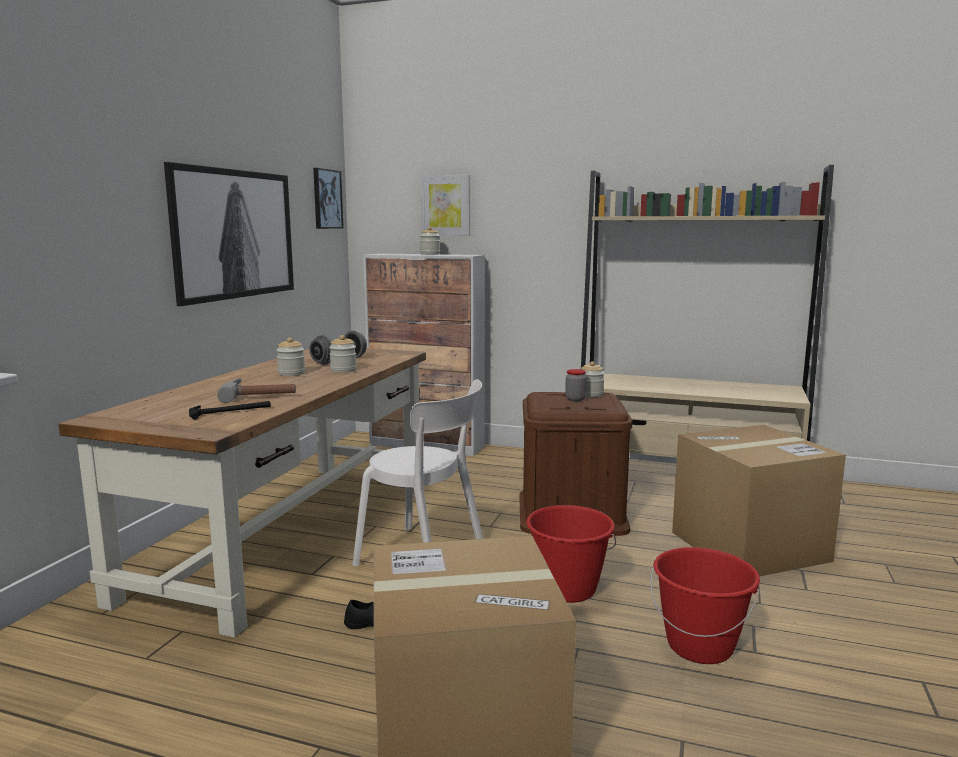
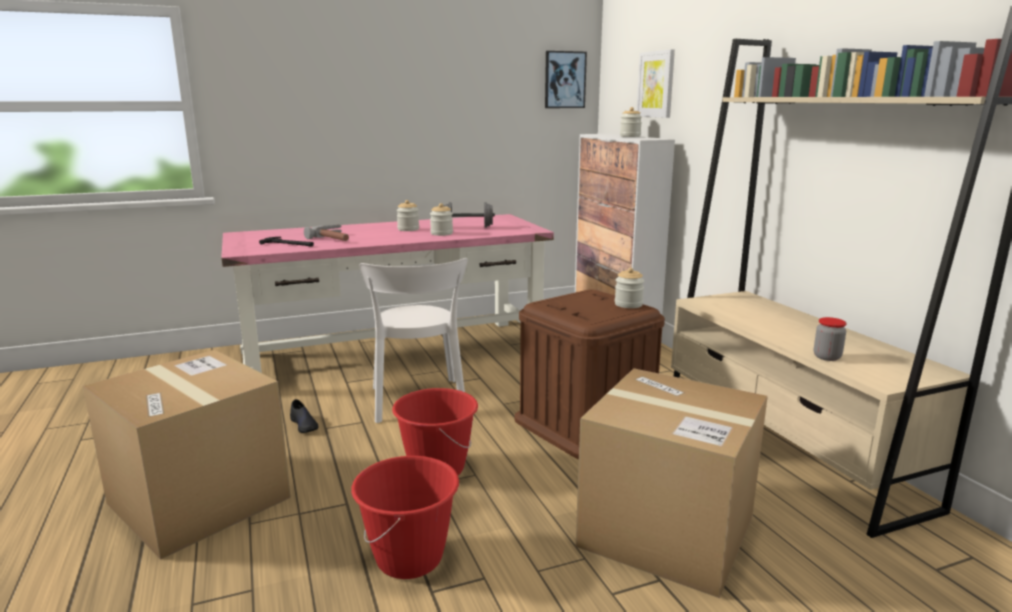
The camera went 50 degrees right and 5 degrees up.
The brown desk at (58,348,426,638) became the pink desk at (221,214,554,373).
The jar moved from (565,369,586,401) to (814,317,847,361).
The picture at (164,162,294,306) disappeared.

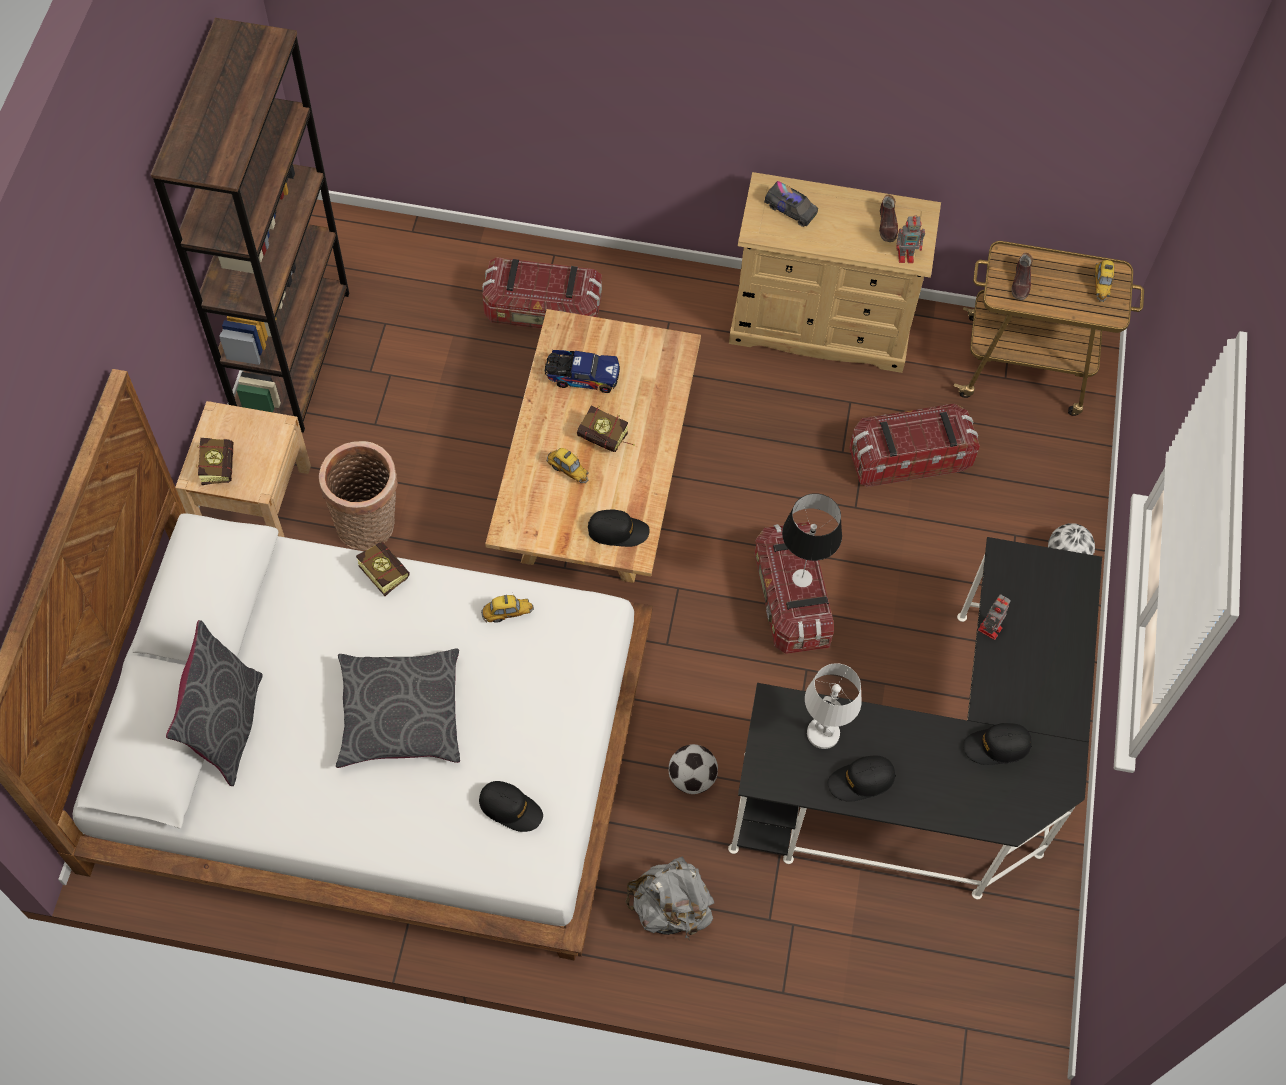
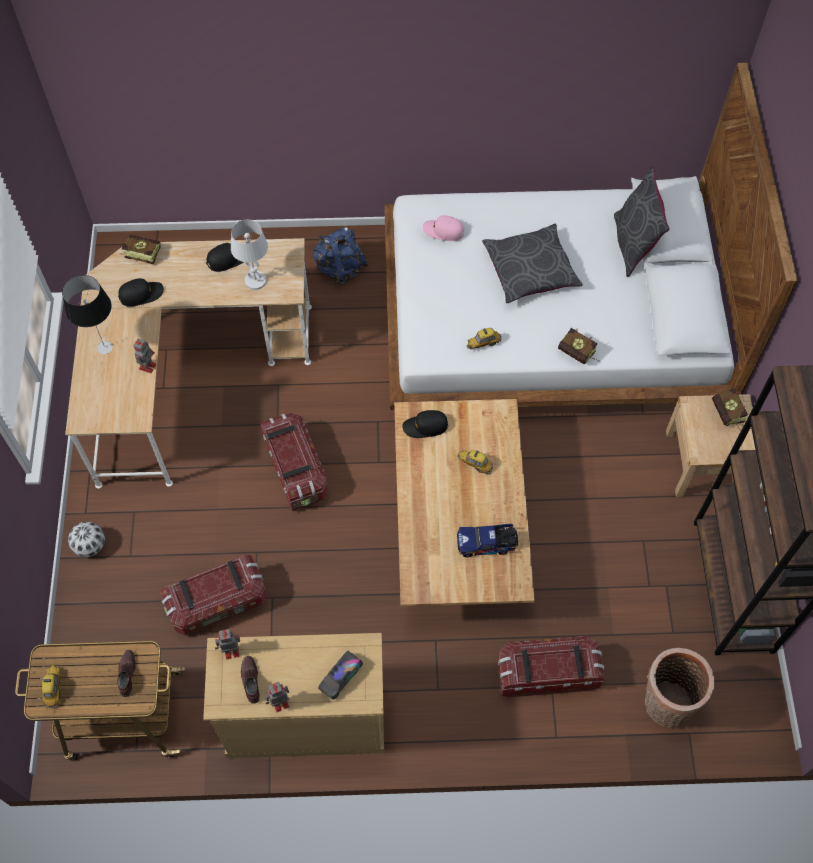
The camera went 170 degrees right and 0 degrees up.
The table lamp moved from (782,493,842,587) to (62,275,113,354).
The black desk at (728,537,1102,899) became the beige desk at (65,238,312,489).
The book moved from (577,406,635,452) to (120,235,160,264).
The toy robot at (265,682,289,712) appeared.
The grey backpack at (626,857,714,939) became the blue backpack at (313,226,368,285).
The toy truck at (764,181,818,227) turned 75 degrees counterclockwise.
The black cap at (479,781,543,832) became the pink cap at (423,215,464,241).
The basket moved from (319,441,398,550) to (645,648,714,728).
The football at (669,744,718,794) disappeared.

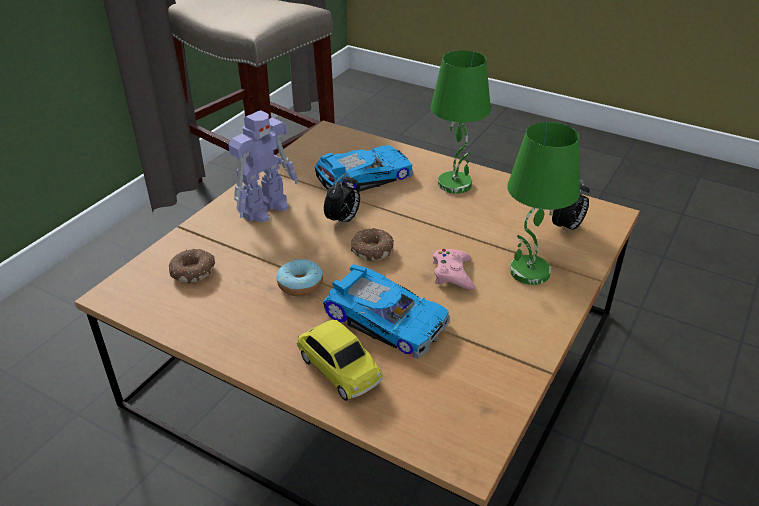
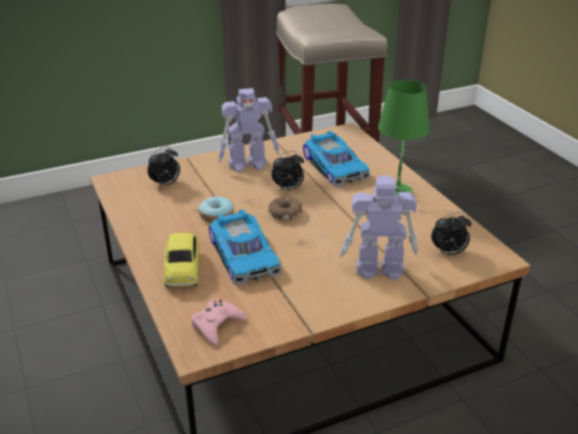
The camera went 35 degrees right and 5 degrees down.
The donut at (169,249,215,283) was replaced by the alarm clock at (147,146,180,188).
The pink game controller moved from (433,249,476,290) to (191,299,246,345).
The toy car at (315,145,413,192) turned 60 degrees clockwise.
The green table lamp at (507,122,580,285) was replaced by the toy robot at (340,175,418,279).

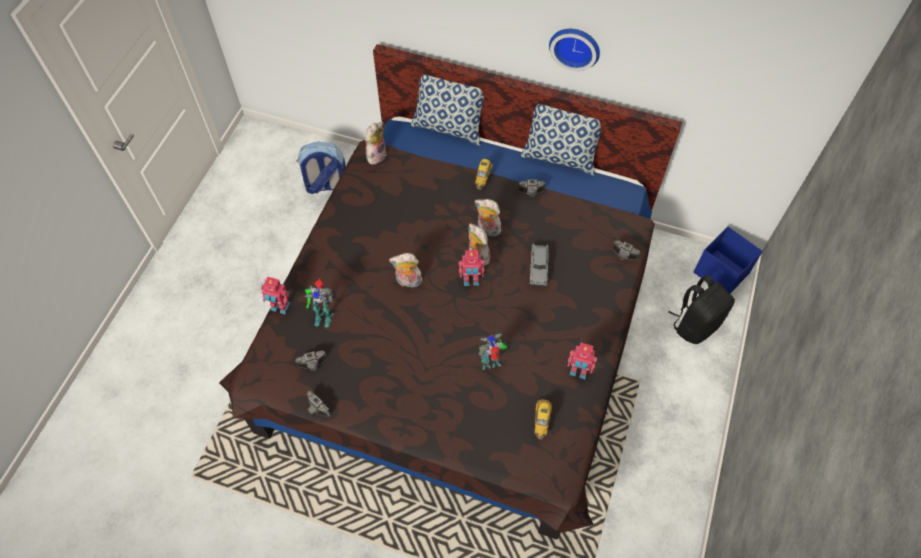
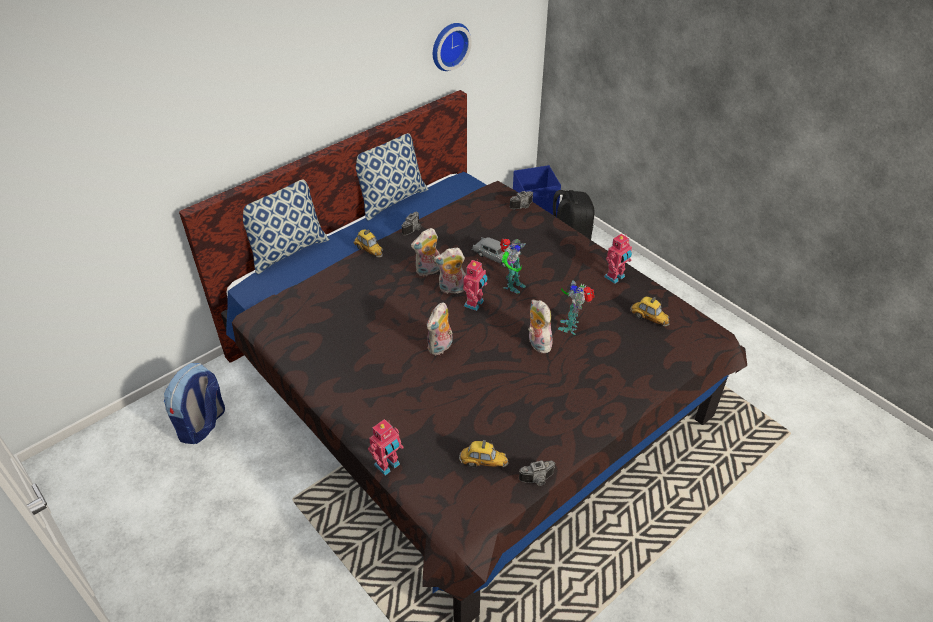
The camera went 60 degrees left and 15 degrees down.
The wall clock moved from (549,29,600,71) to (433,23,472,71).
The photo camera at (295,351,327,371) was replaced by the toy car at (459,440,509,467).
The toy robot moved from (304,279,334,328) to (500,239,526,294).
The plush toy moved from (365,122,387,165) to (528,300,553,353).

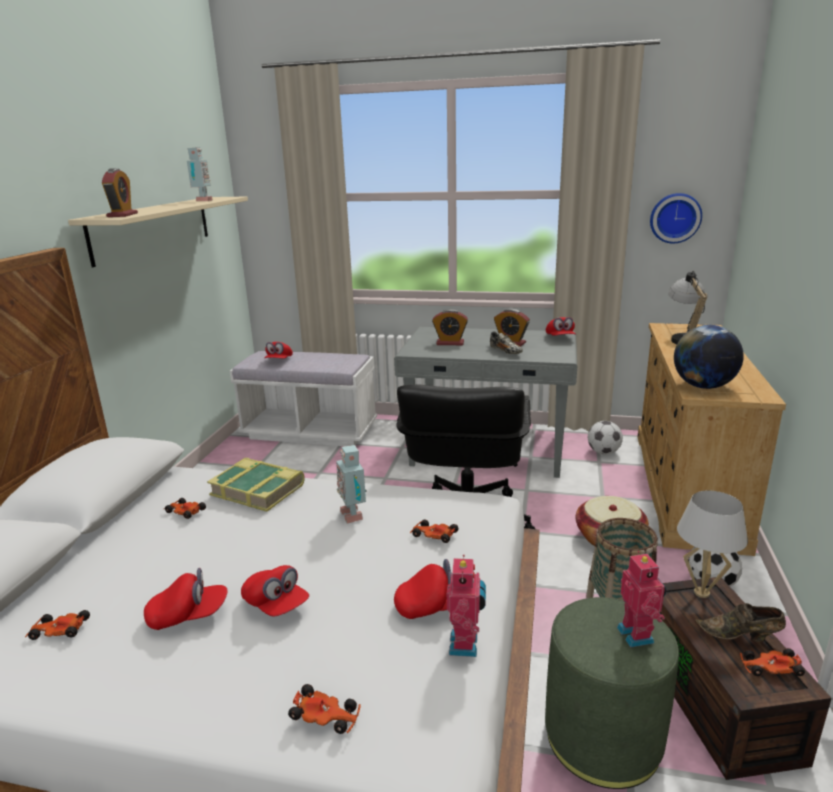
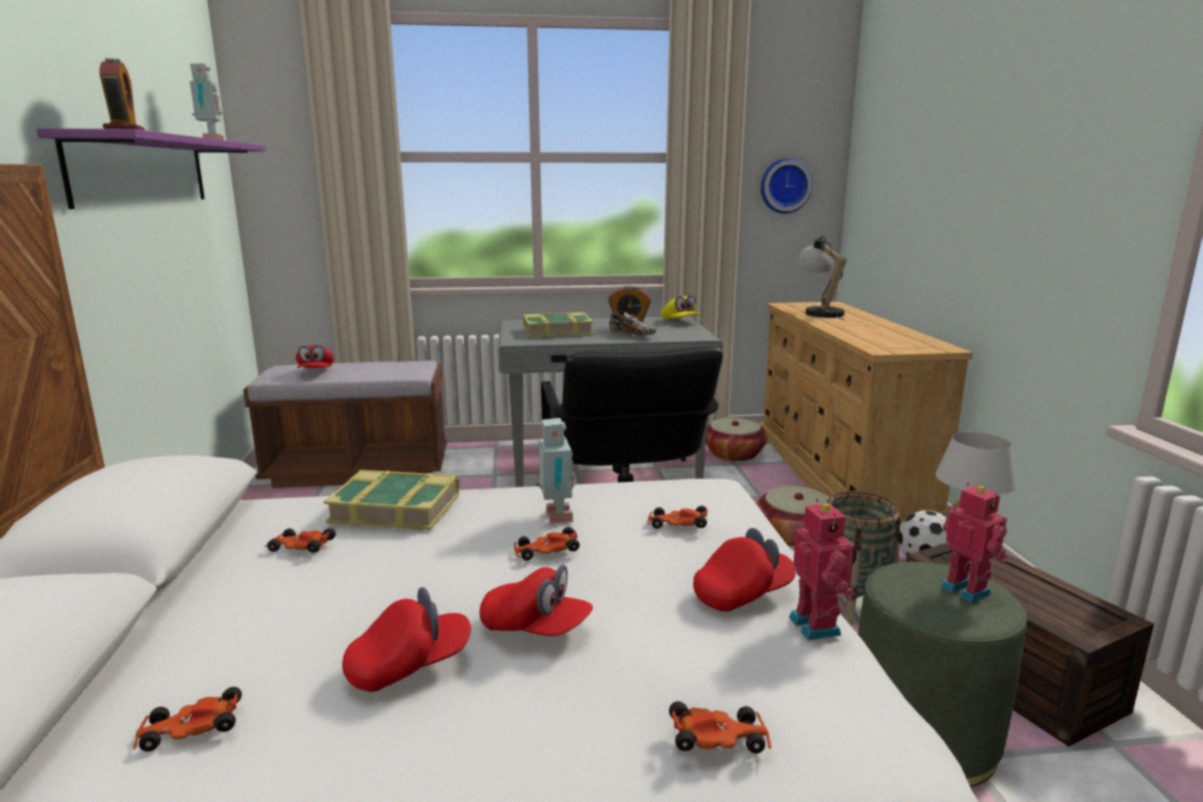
The camera went 20 degrees left and 5 degrees down.
The beige shelf at (68,197,248,267) became the purple shelf at (36,128,266,209).
The white bench at (230,351,377,446) became the brown bench at (243,361,447,488).
The toy car moved from (740,648,805,676) to (514,527,580,560).
The alarm clock at (432,309,468,345) was replaced by the book at (523,312,594,337).
The toy robot at (336,445,367,523) turned 150 degrees counterclockwise.
The red cap at (546,317,576,336) became the yellow cap at (661,295,701,319).
The football at (588,421,623,454) was replaced by the basket at (706,418,768,462).
The globe at (674,325,744,389) disappeared.
The brown shoe at (695,603,786,642) disappeared.

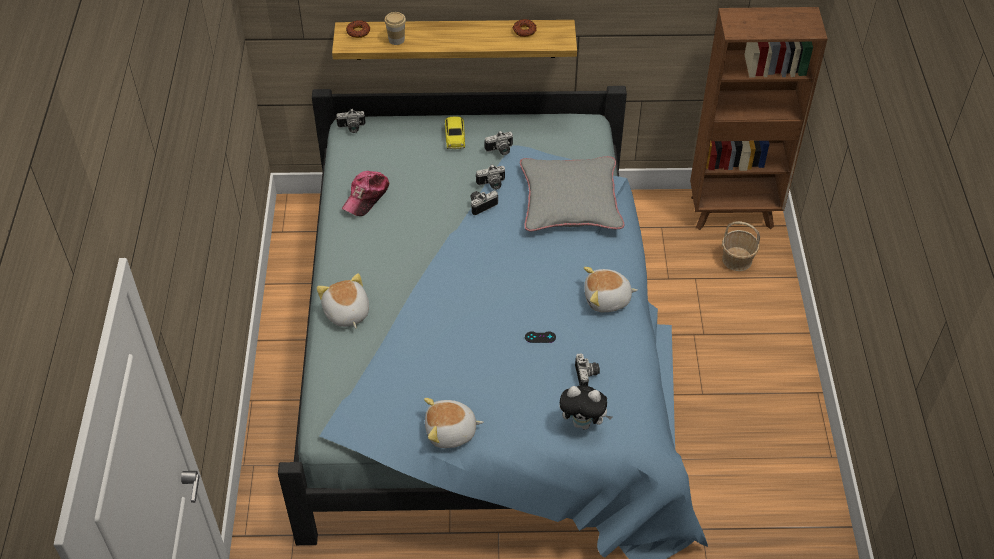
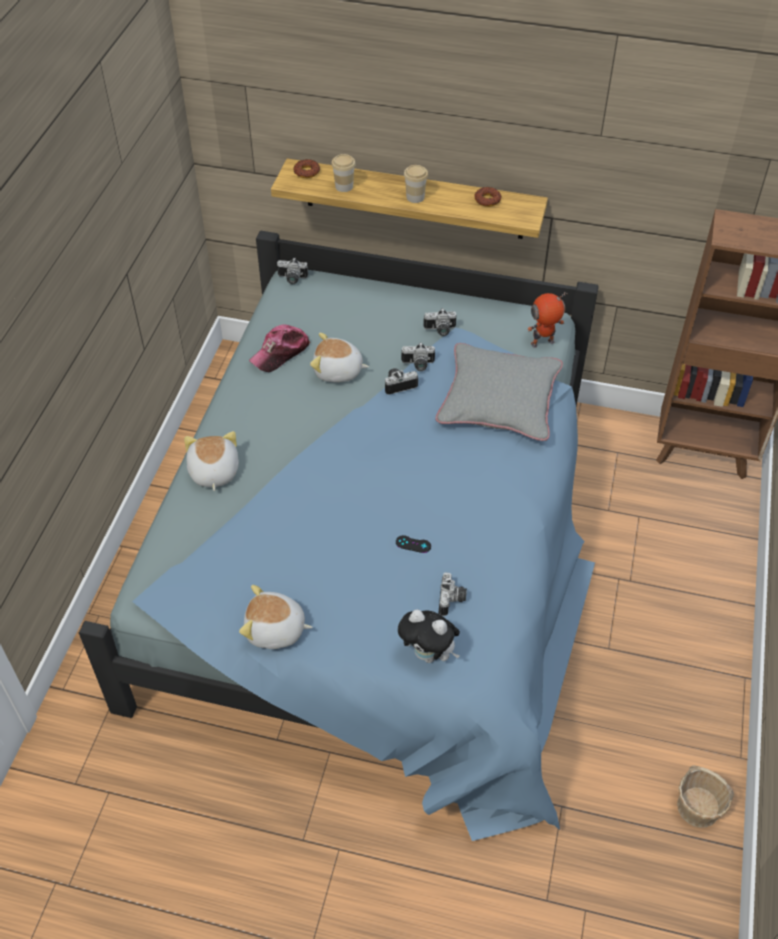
The camera went 15 degrees right and 0 degrees up.
The plush toy moved from (584,267,638,312) to (310,333,369,383).
The cup at (404,165,428,203) appeared.
The toy robot at (527,292,568,348) appeared.
The basket moved from (722,221,760,271) to (677,765,734,828).
The toy car at (445,116,465,149) disappeared.

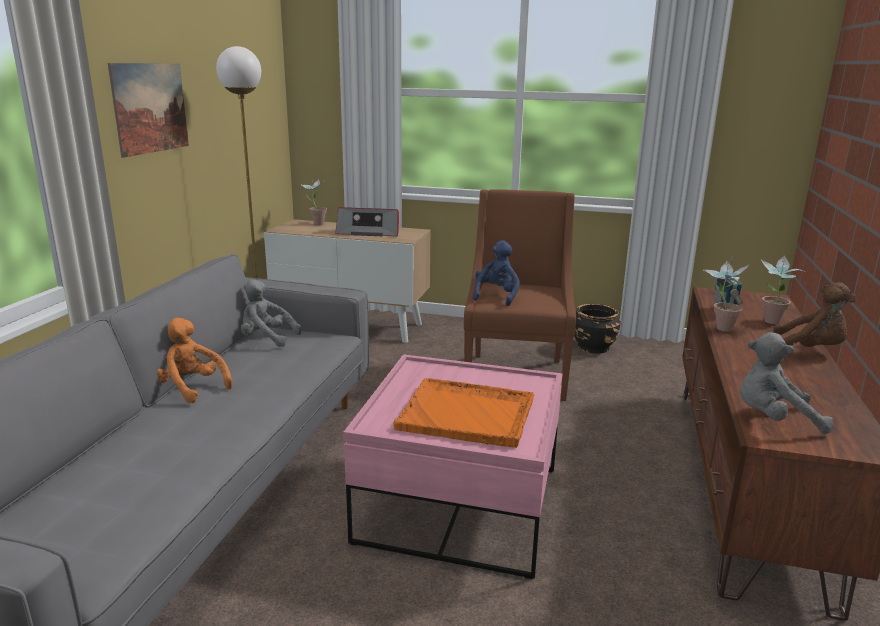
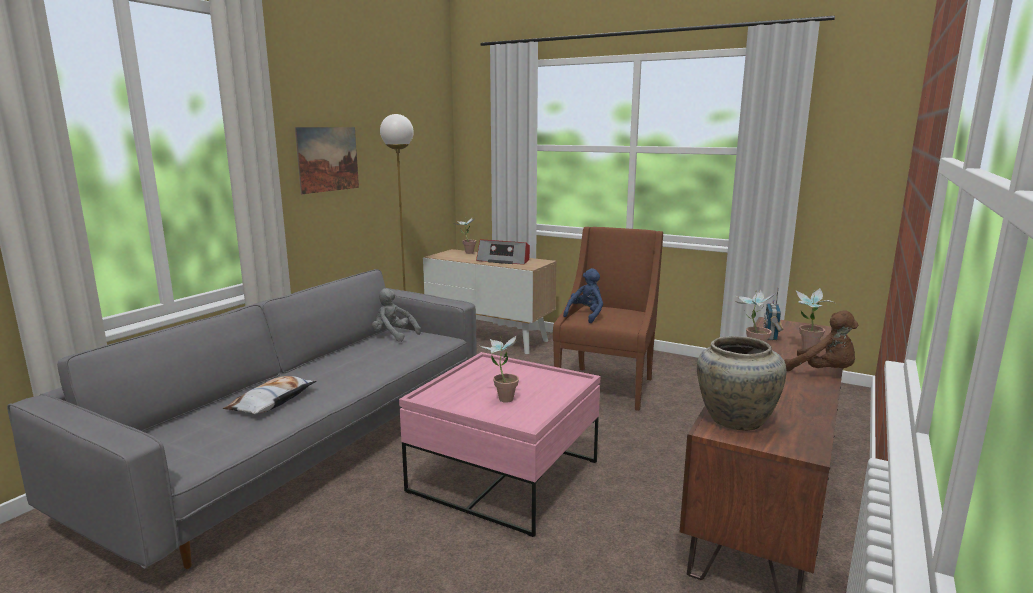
The camera went 15 degrees right and 5 degrees down.
The pillow at (223,376,317,414) appeared.
The orange tray at (394,378,535,448) was replaced by the potted plant at (478,336,519,403).
The grey plush toy at (740,332,833,434) was replaced by the beige vase at (697,336,787,431).
The orange plush toy at (157,318,233,403) disappeared.
The black planter at (574,304,621,353) disappeared.

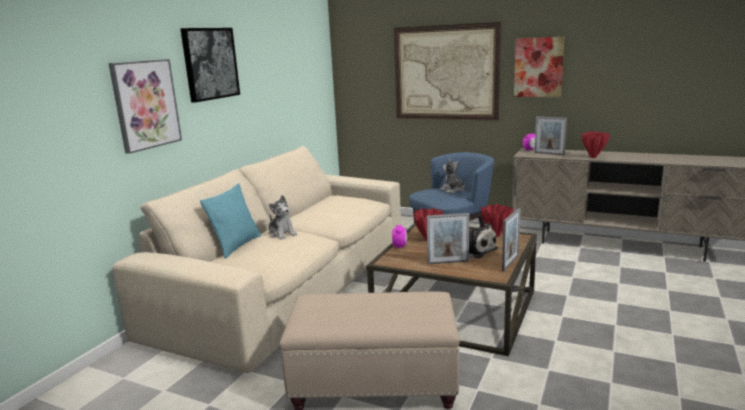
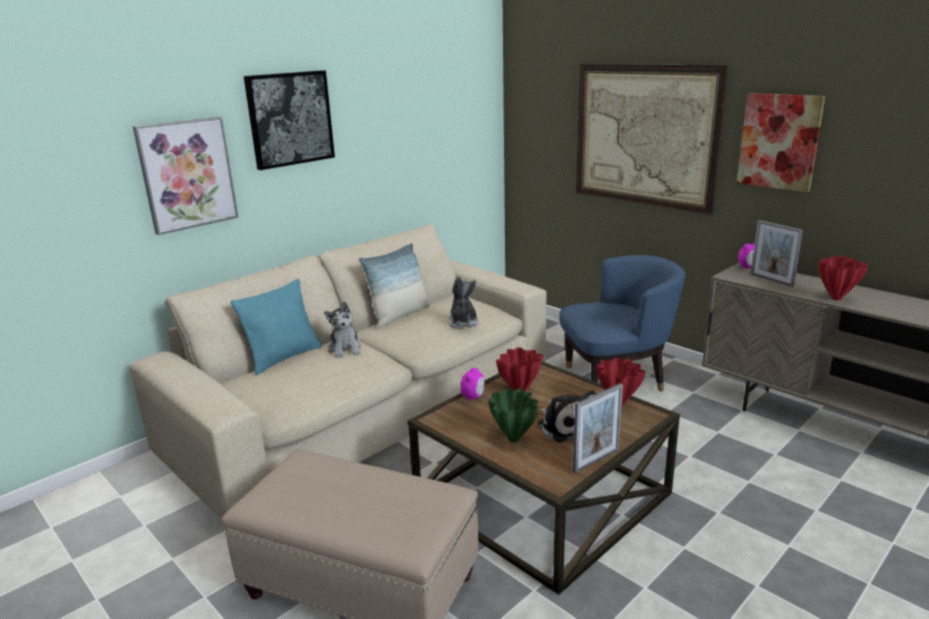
The camera went 20 degrees right and 5 degrees up.
The pillow at (359,243,431,329) appeared.
The plush toy moved from (440,159,465,193) to (448,276,479,329).
The picture frame at (427,213,469,264) was replaced by the green vase at (488,388,538,443).

